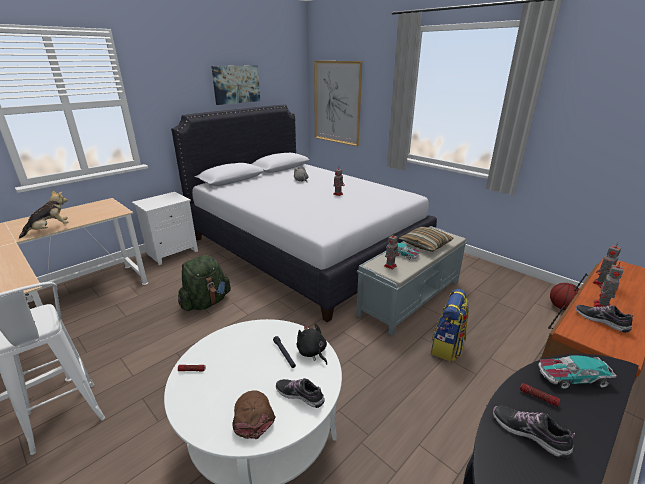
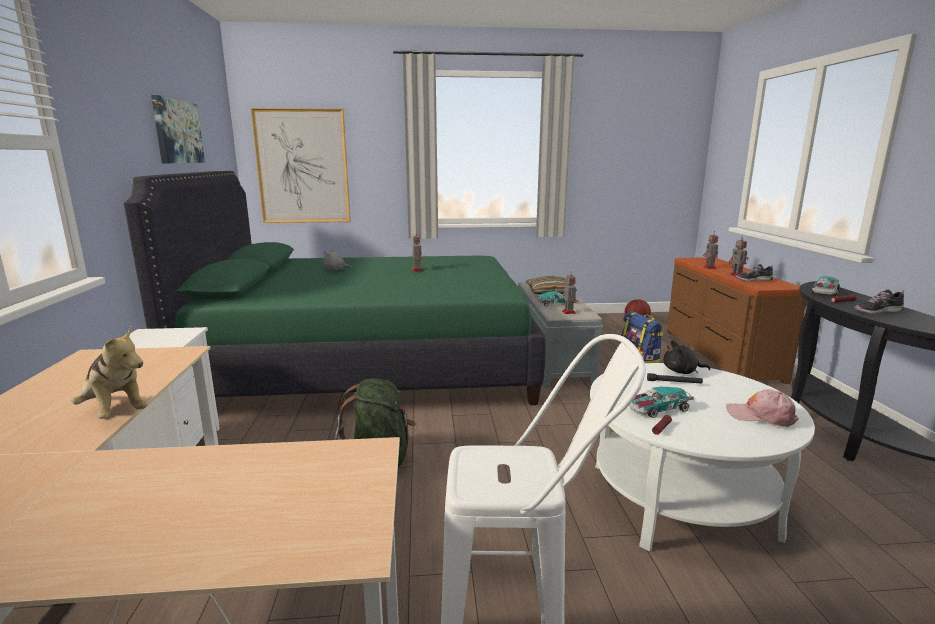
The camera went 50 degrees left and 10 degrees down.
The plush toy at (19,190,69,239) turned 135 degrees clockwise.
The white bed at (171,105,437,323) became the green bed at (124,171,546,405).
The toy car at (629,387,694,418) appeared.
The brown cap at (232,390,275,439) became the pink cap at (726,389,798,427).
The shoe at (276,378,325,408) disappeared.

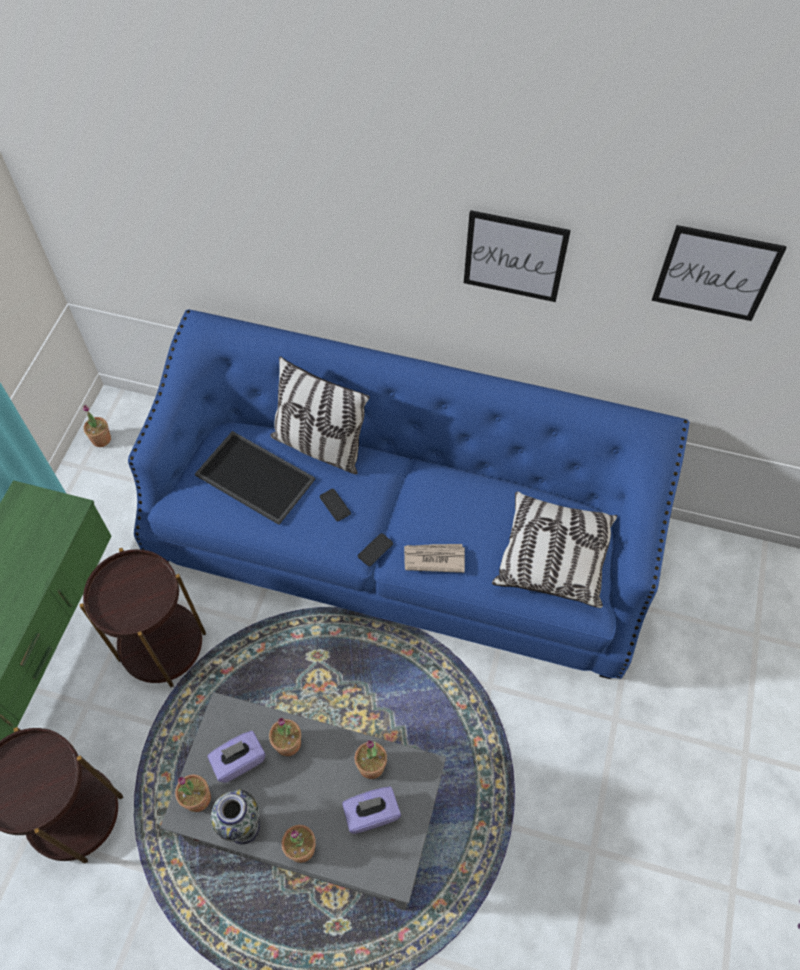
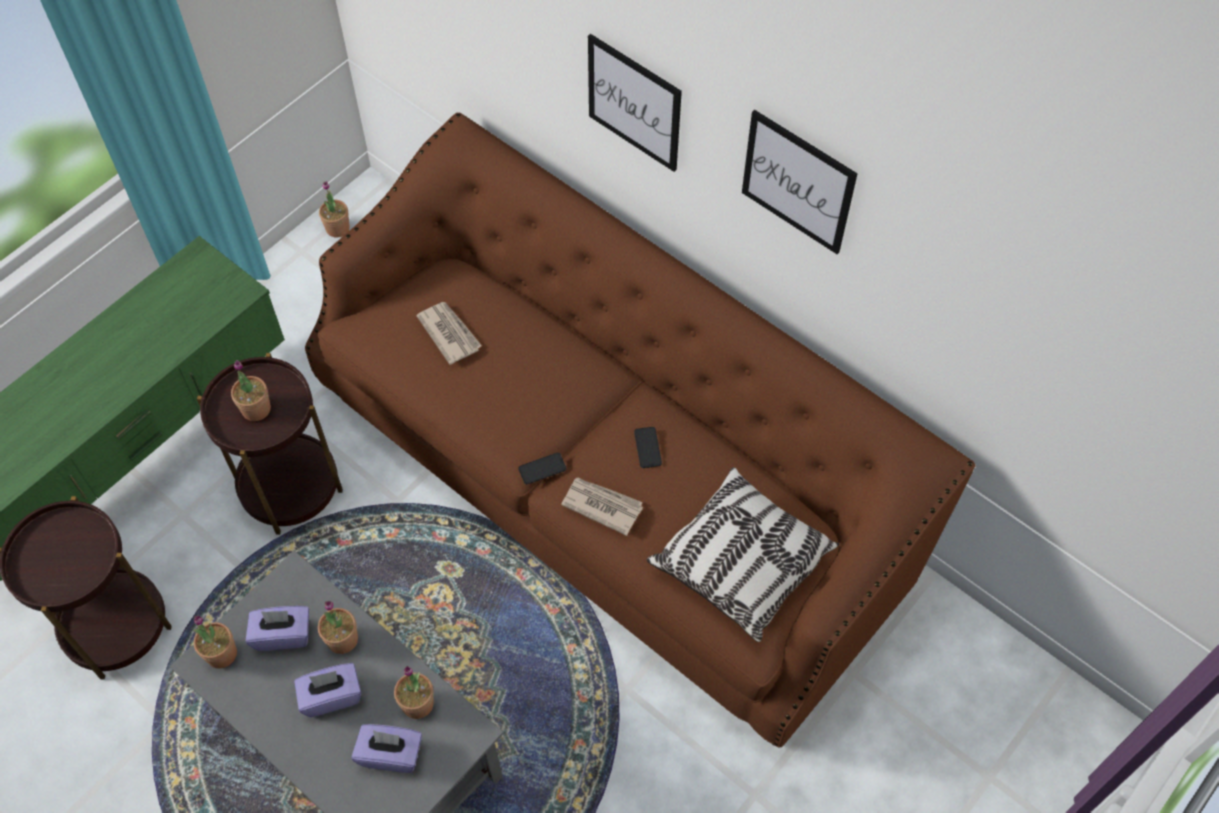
The camera went 25 degrees right and 0 degrees up.
The potted plant moved from (282,825,316,863) to (231,360,271,421).
The purple tissue box at (294,663,361,717) appeared.
The blue sofa at (128,309,689,679) became the brown sofa at (305,113,976,748).
The tray at (195,431,315,525) was replaced by the newspaper at (416,302,482,365).
The picture moved from (652,225,787,321) to (588,34,682,172).
The phone moved from (320,489,351,521) to (634,427,662,468).
The vase at (211,789,260,845) disappeared.
The pillow at (270,356,370,474) disappeared.

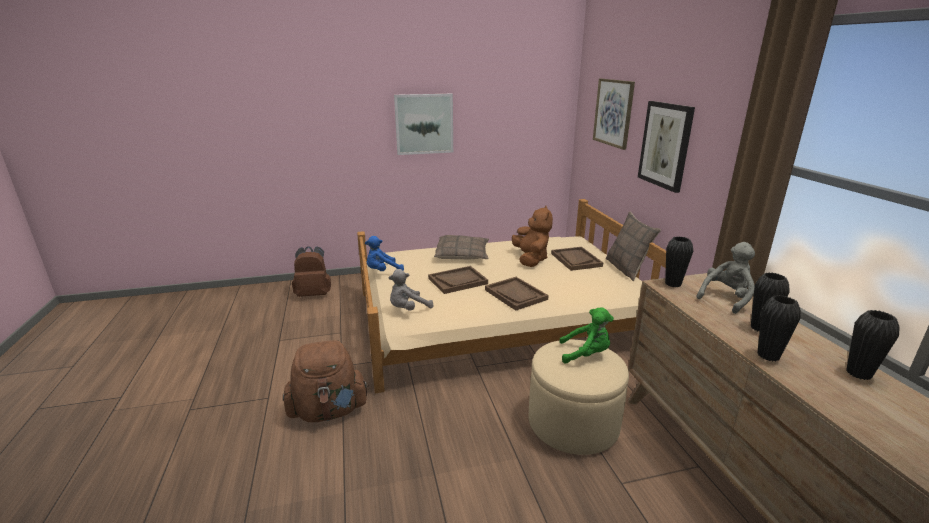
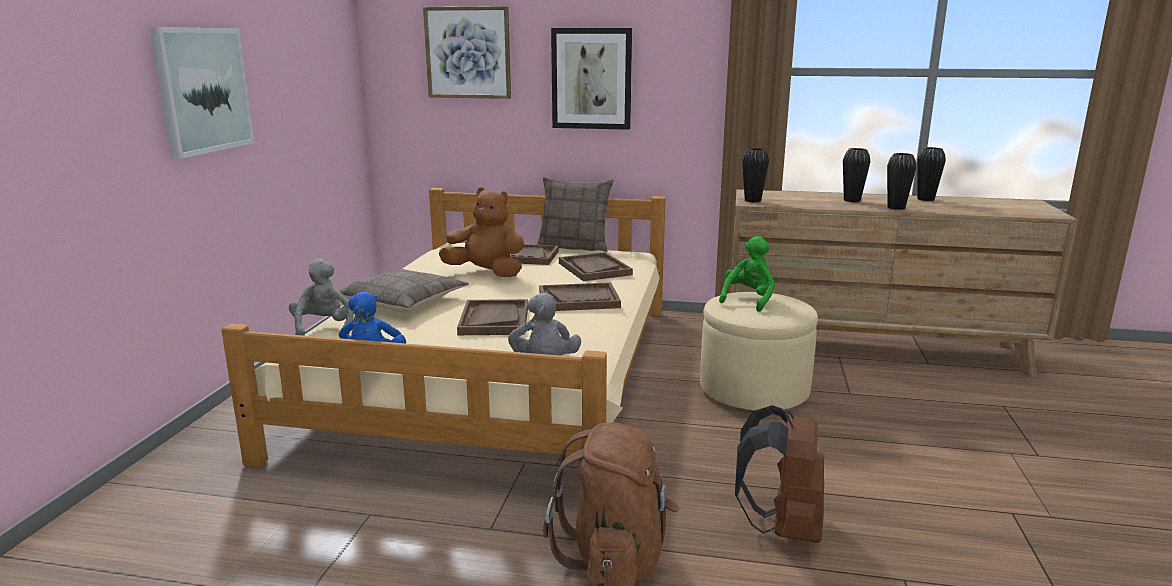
The camera went 65 degrees left and 5 degrees down.
The grey plush toy moved from (696,242,755,314) to (289,258,354,336).
The brown tray at (559,252,633,281) appeared.
The brown backpack moved from (292,246,331,297) to (735,405,824,543).

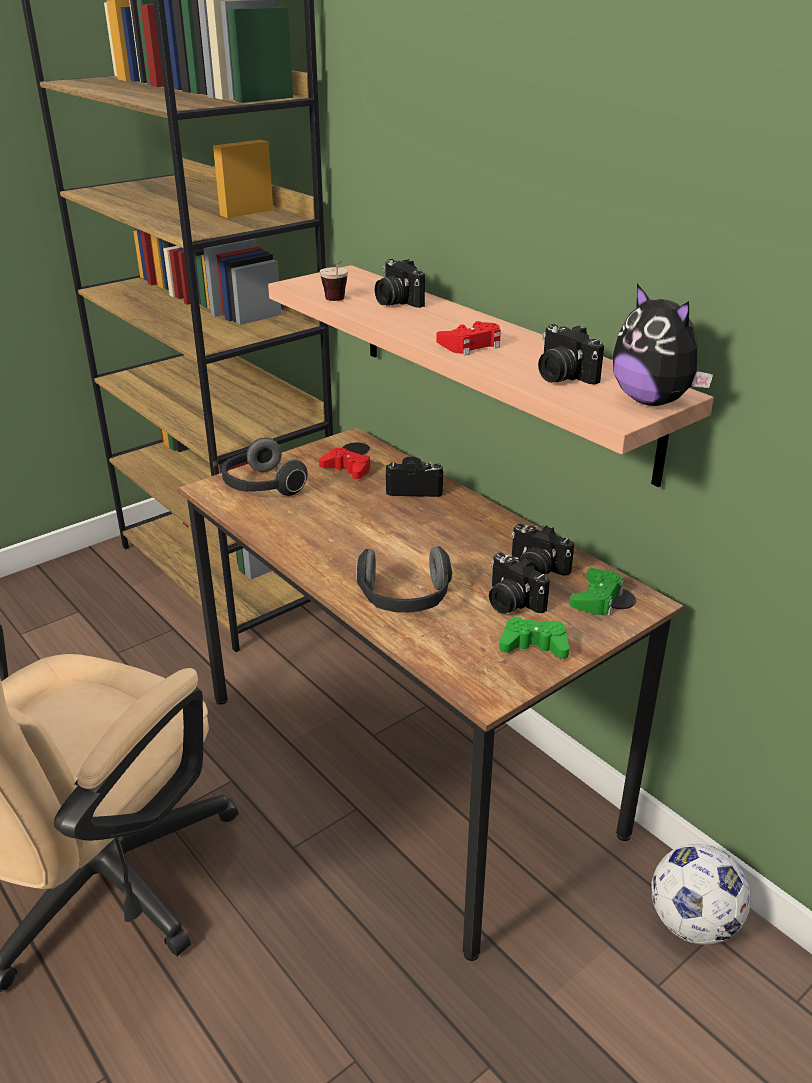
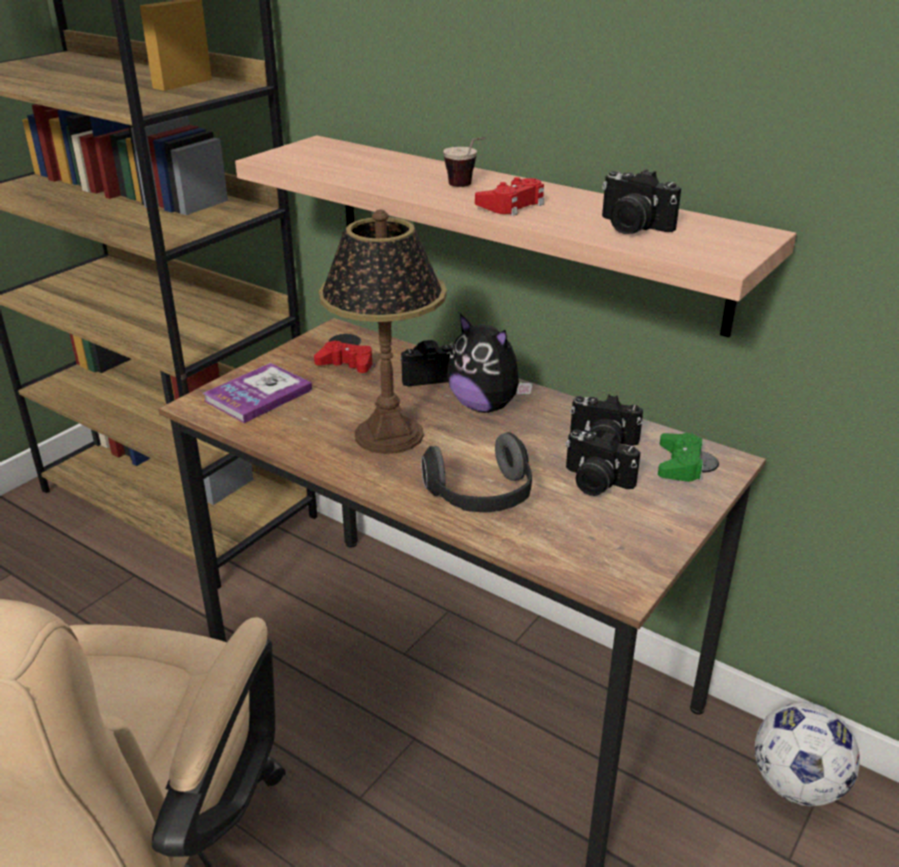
The camera went 15 degrees left and 0 degrees up.
The headphones at (222,437,308,496) was replaced by the book at (203,363,312,423).
The table lamp at (319,210,447,454) appeared.
The cup moved from (320,261,348,301) to (443,137,485,187).
The plush toy moved from (612,284,714,406) to (447,313,533,413).
The photo camera at (375,259,425,308) disappeared.
The green game controller at (500,617,569,659) disappeared.

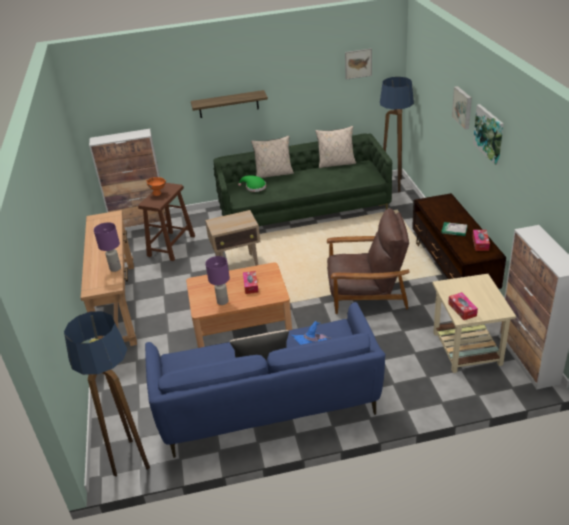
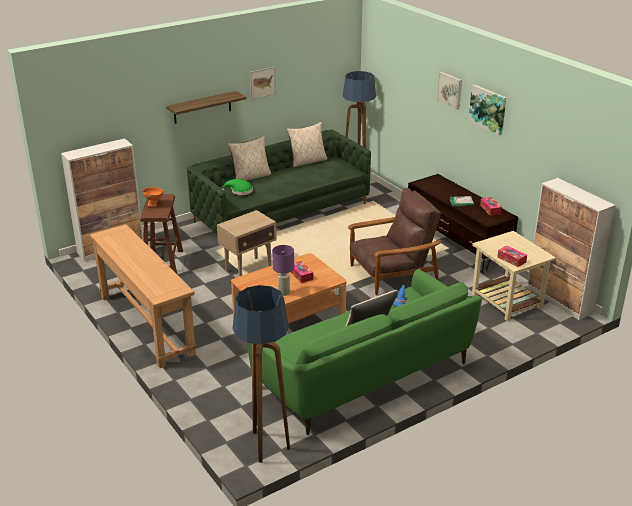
The camera went 25 degrees left and 5 degrees down.
The blue sofa at (145,302,385,458) became the green sofa at (247,269,482,435).
The picture moved from (345,48,372,80) to (250,67,276,100).
The purple table lamp at (94,222,121,272) disappeared.

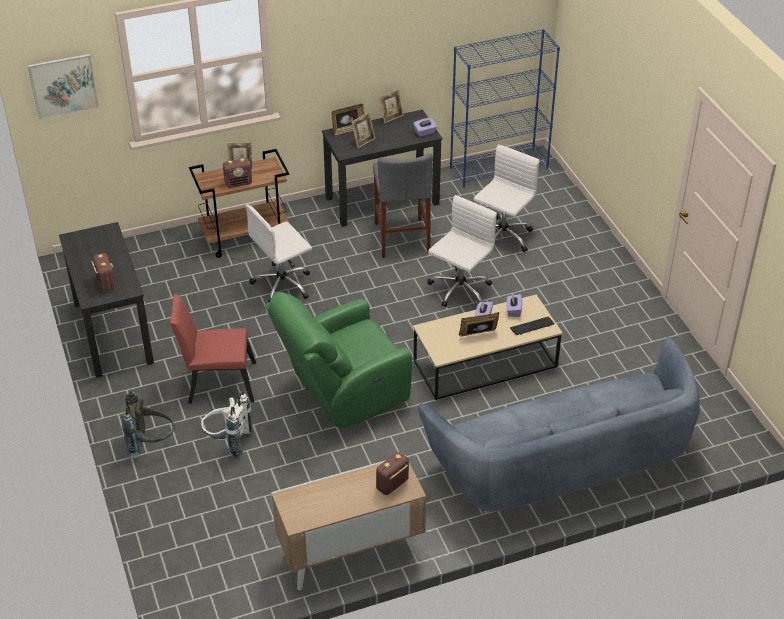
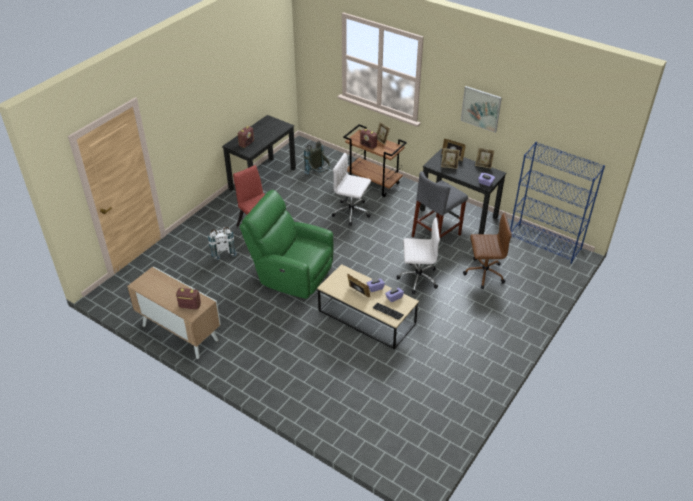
The camera went 55 degrees right and 0 degrees up.
The grey backpack moved from (122,390,175,458) to (304,141,330,174).
The picture moved from (27,54,99,119) to (461,86,502,133).
The white office chair at (474,144,539,252) became the brown office chair at (463,213,512,289).
The blue sofa at (418,337,700,514) disappeared.

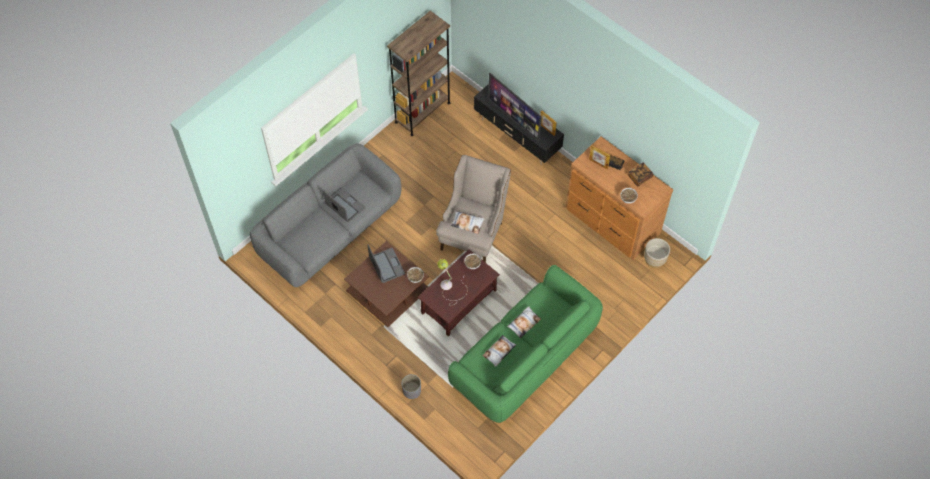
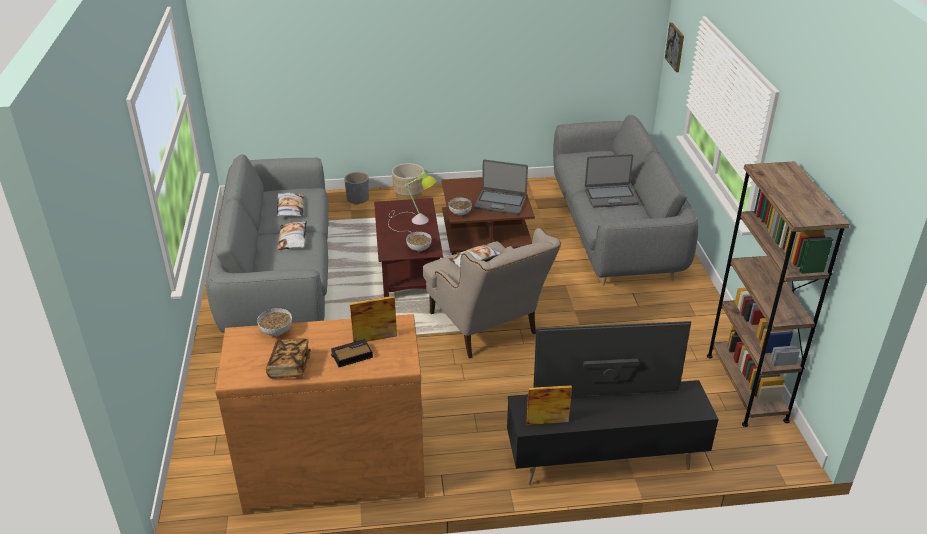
The camera went 130 degrees right and 25 degrees down.
The green sofa at (448,265,603,423) became the grey sofa at (206,154,328,333).
The beige planter moved from (644,238,670,268) to (392,163,424,200).
The picture at (665,22,684,72) appeared.

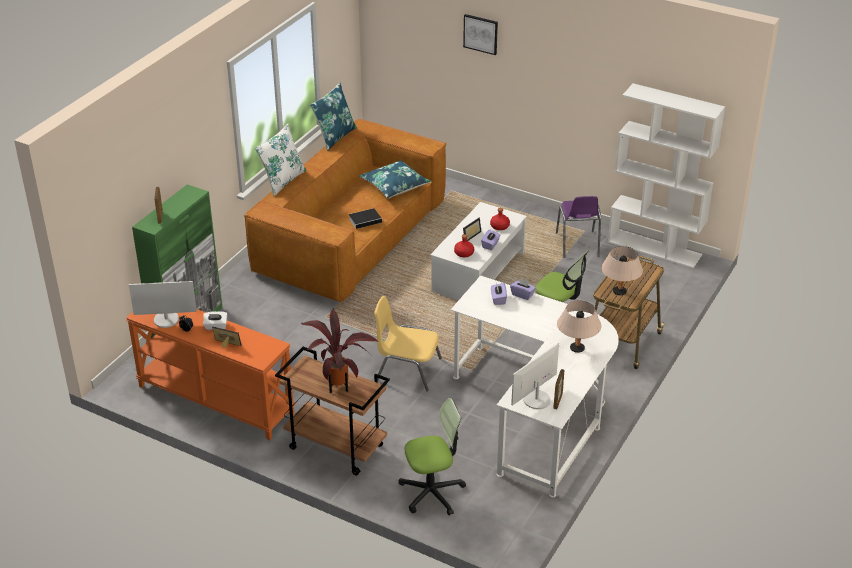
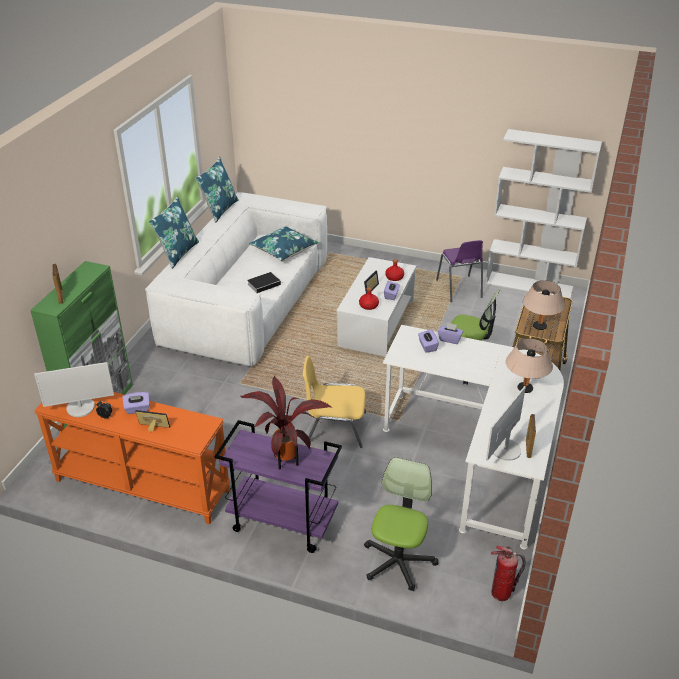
The camera went 10 degrees left and 0 degrees up.
The white tissue box at (203,311,227,330) became the purple tissue box at (122,392,150,414).
The brown sofa at (244,119,446,303) became the white sofa at (145,192,327,367).
The white pillow at (255,124,306,196) became the blue pillow at (149,196,199,269).
The brown cart at (275,347,390,475) became the purple cart at (214,420,342,553).
The office chair at (399,398,466,516) turned 45 degrees counterclockwise.
The fire extinguisher at (491,546,526,601) appeared.
The picture at (463,14,498,55) disappeared.

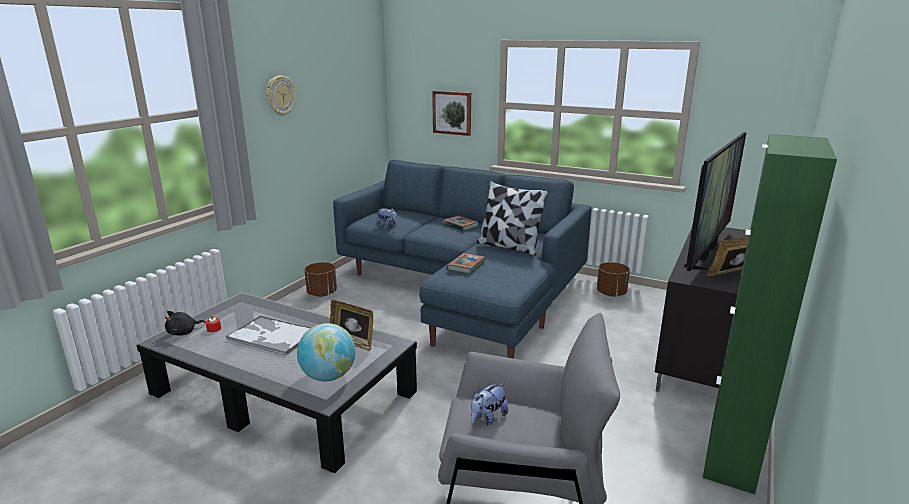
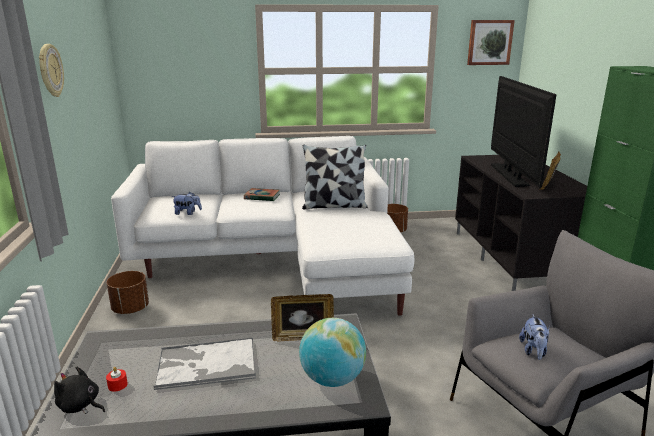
The camera went 35 degrees left and 0 degrees up.
The black plush toy at (165,311,206,336) turned 105 degrees clockwise.
The blue sofa at (333,160,592,359) became the white sofa at (111,136,414,316).
The picture moved from (432,91,471,136) to (467,20,515,65).
The book at (447,253,485,274) disappeared.

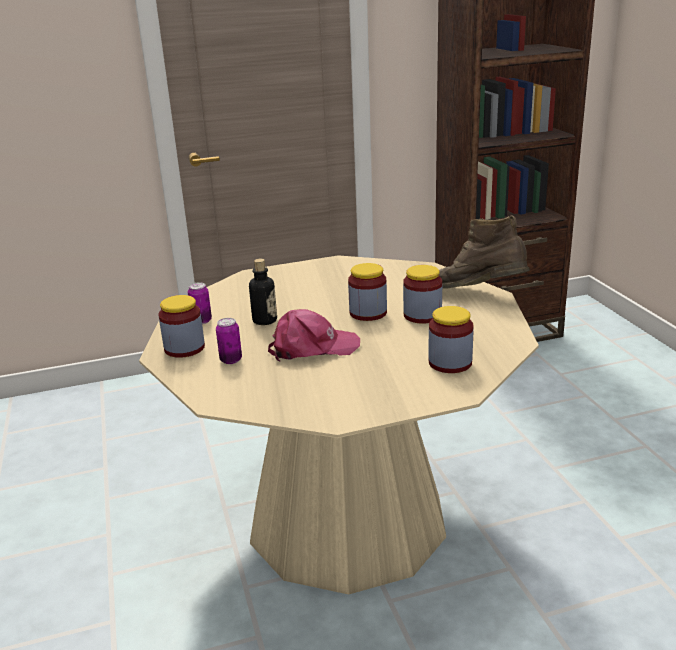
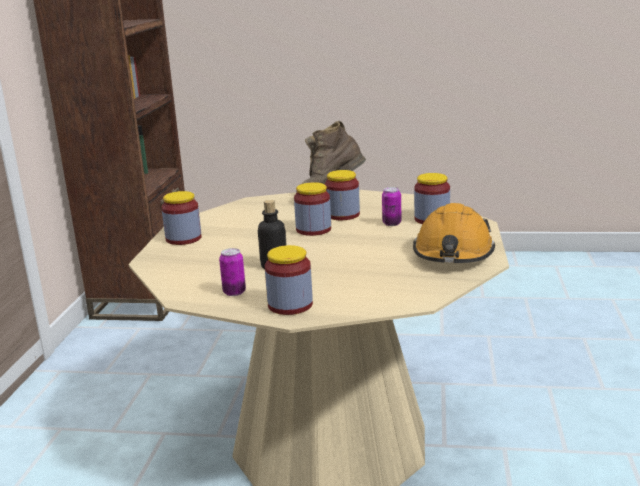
The camera went 65 degrees left and 5 degrees down.
The jar at (161,191,202,245) appeared.
The can moved from (216,318,242,364) to (382,187,401,226).
The orange hard hat at (413,203,495,263) appeared.
The pink cap at (268,309,360,362) disappeared.

